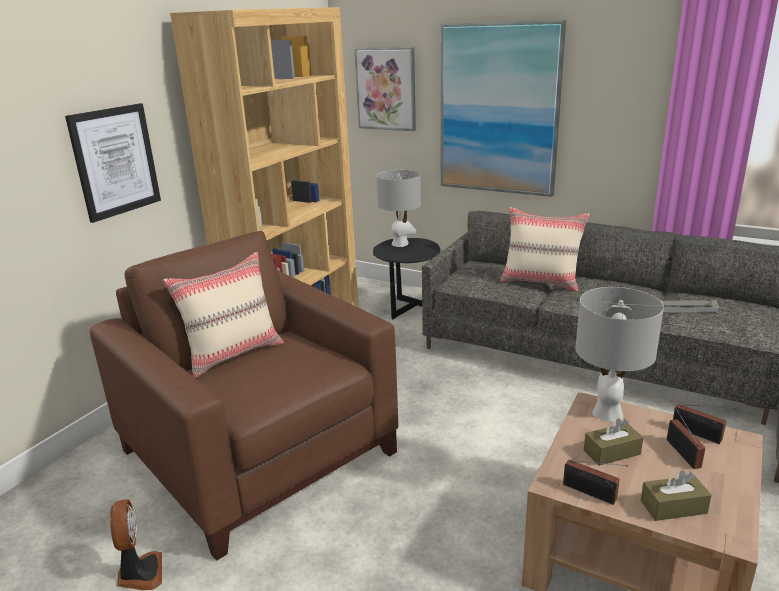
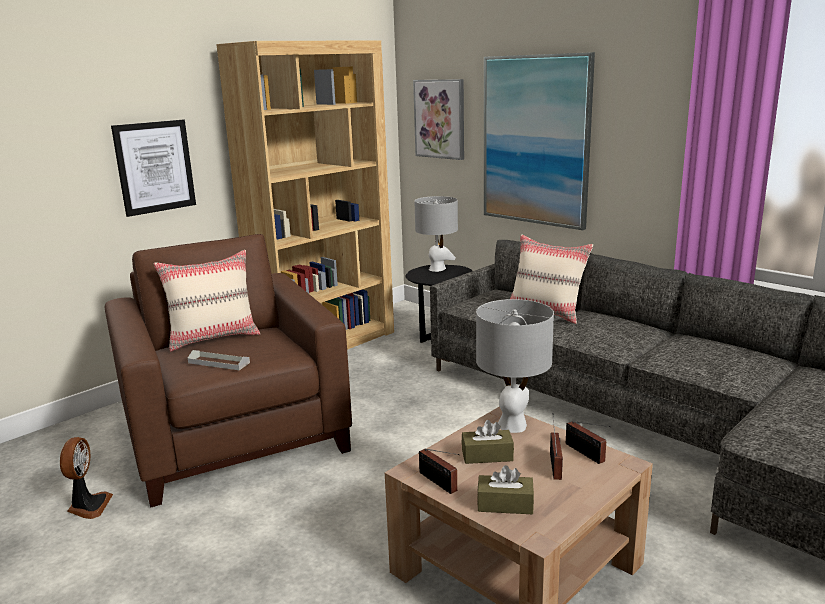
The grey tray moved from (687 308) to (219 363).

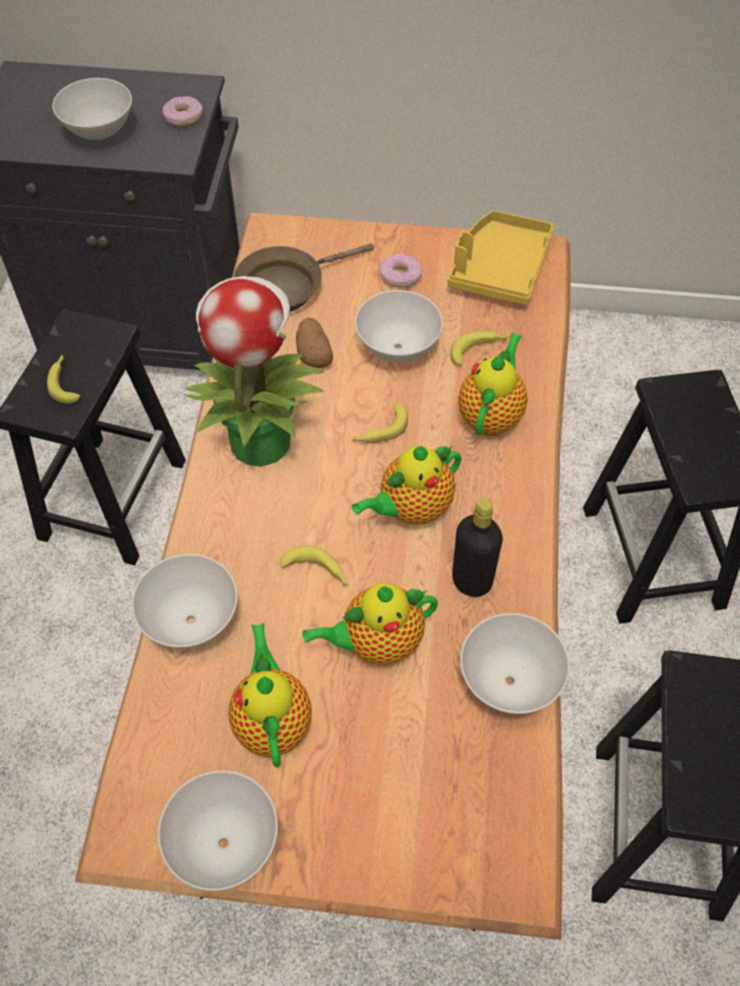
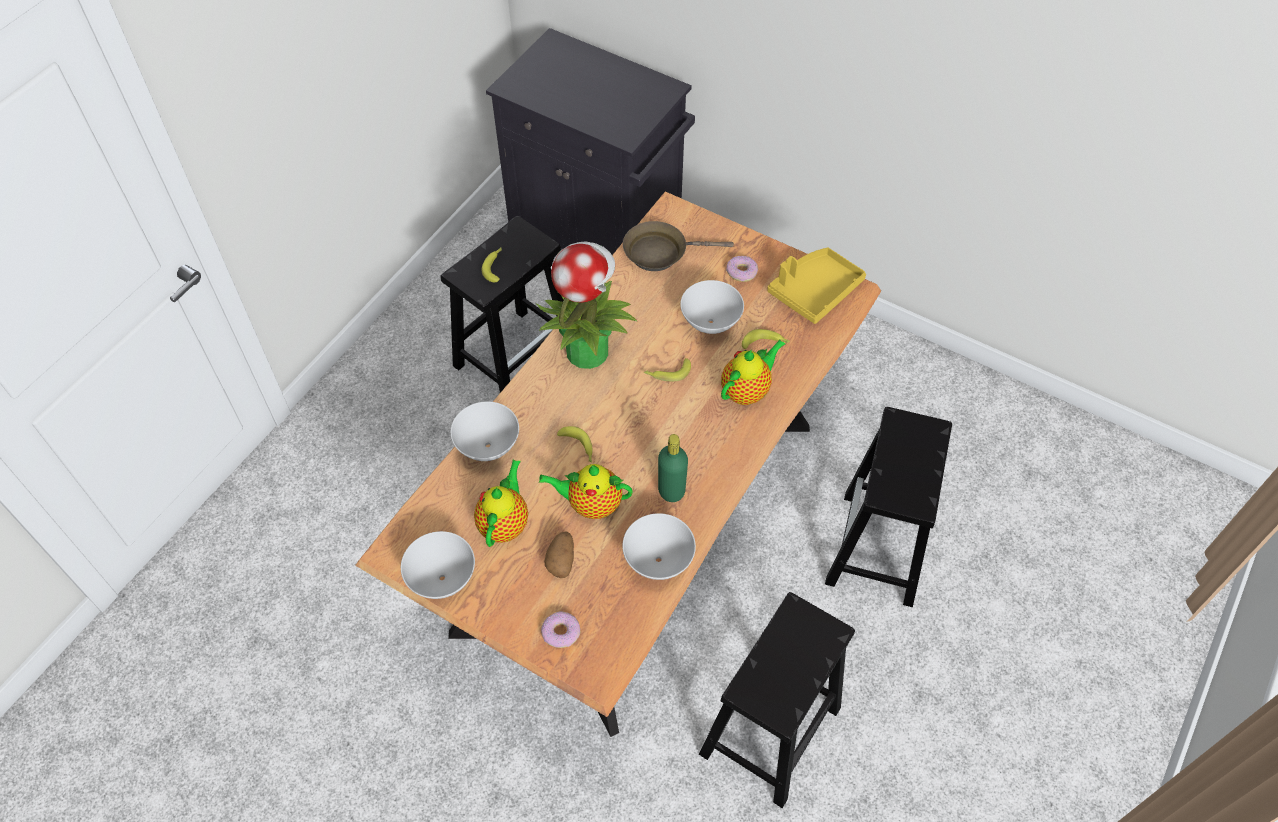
The white bowl at (99 133) disappeared.
The donut moved from (183 116) to (561 632).
The potato moved from (313 353) to (561 560).
The teapot at (411 509) disappeared.
The black bottle at (472 581) became the green bottle at (671 491).

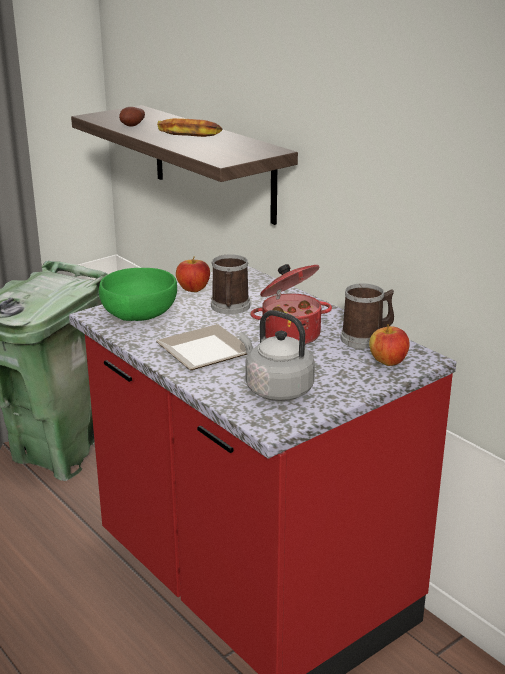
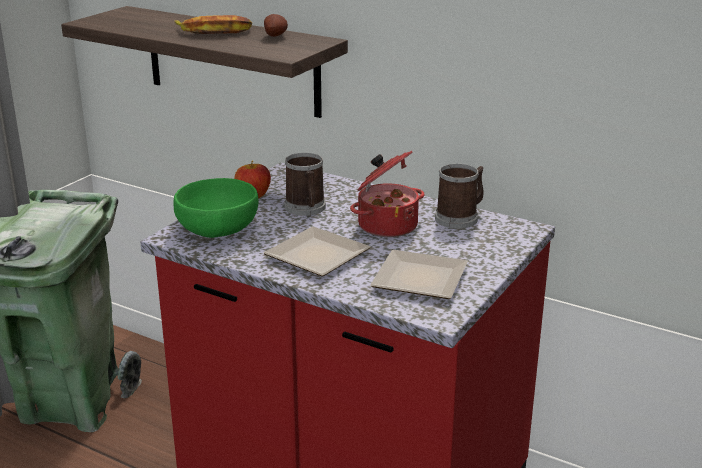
The potato moved from (133 126) to (276 36).
The grey kettle at (276 389) was replaced by the plate at (416 280).
The apple at (388 362) disappeared.

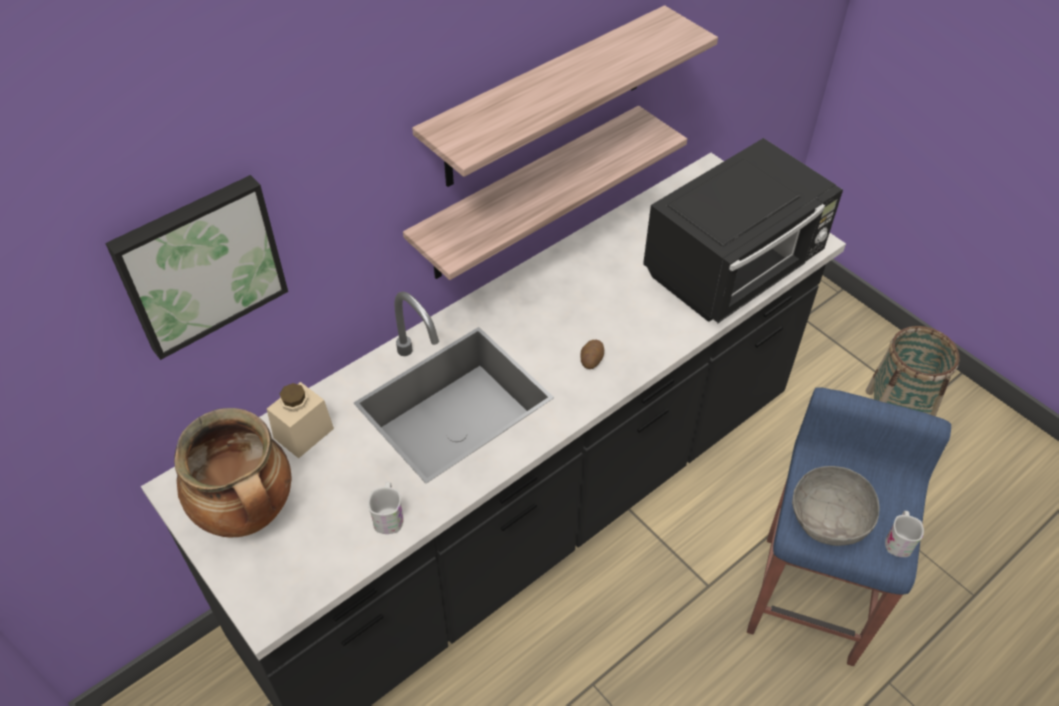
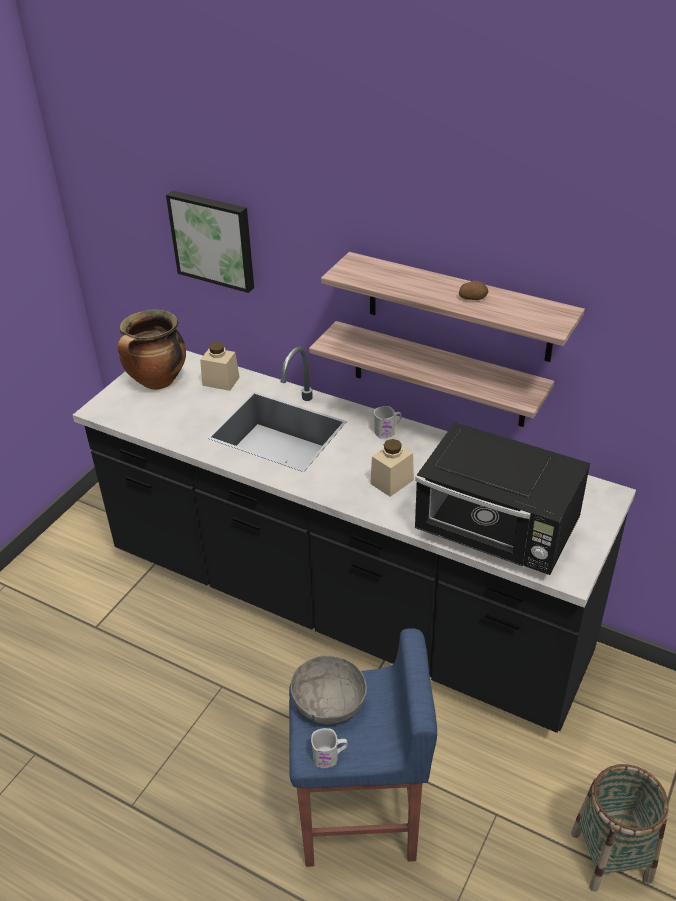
The white mug moved from (389 516) to (387 431).
The potato moved from (591 360) to (472 298).
The beige jar at (392 482) appeared.

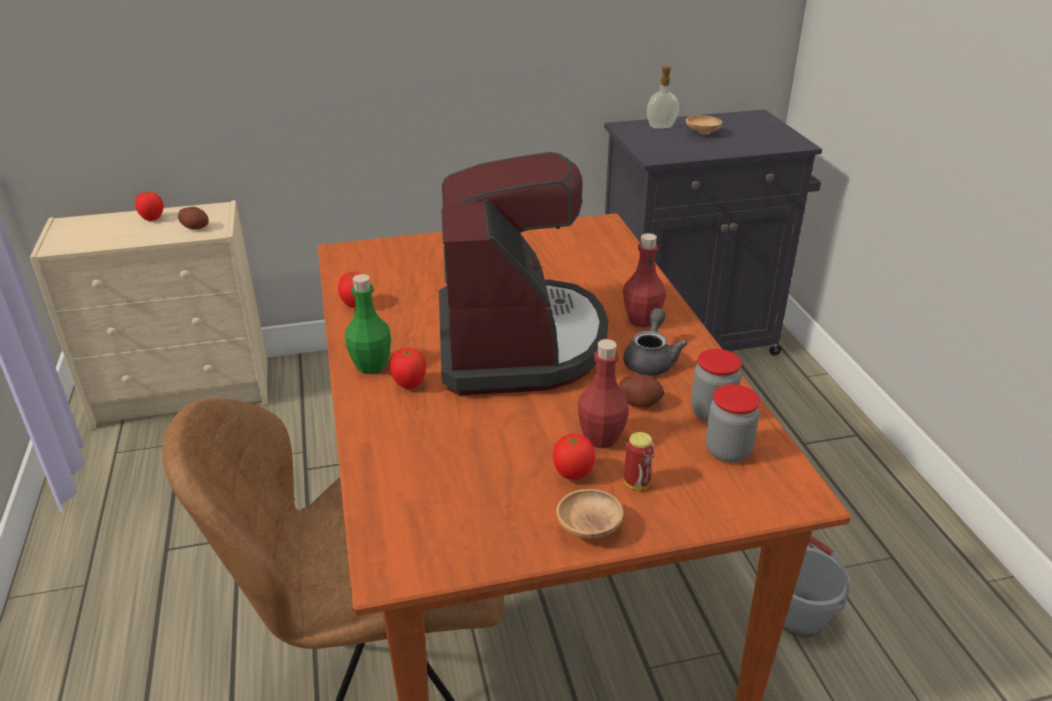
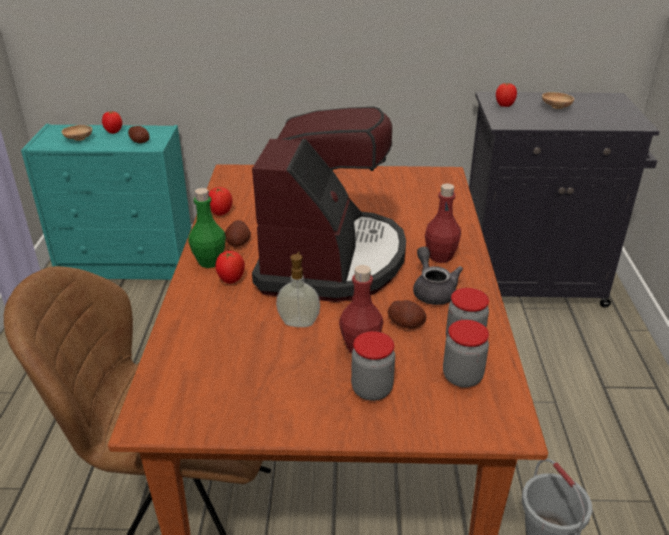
The beige dresser at (186 393) became the turquoise dresser at (129 266).
The tomato moved from (572 474) to (504 106).
The brown bowl moved from (588 527) to (79 139).
The grey teapot at (651 360) turned 45 degrees counterclockwise.
The can at (636 483) was replaced by the jar at (372 389).
The soap dispenser moved from (661 126) to (299 322).
The potato at (238 242) appeared.

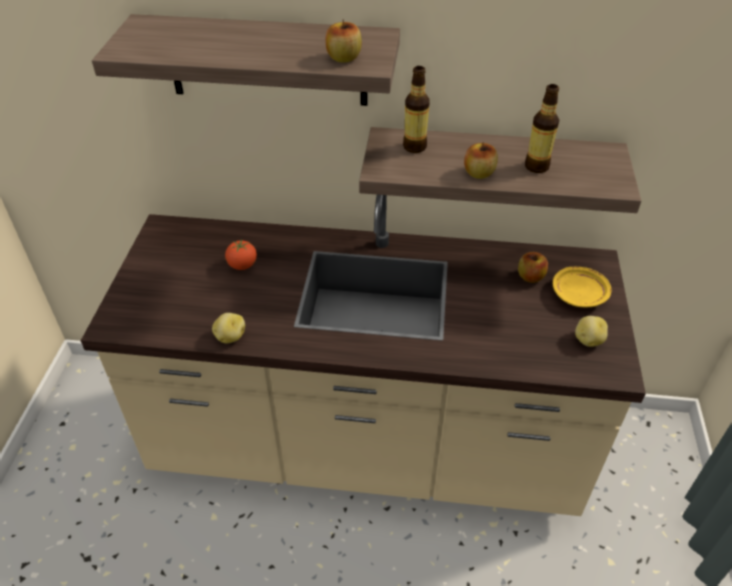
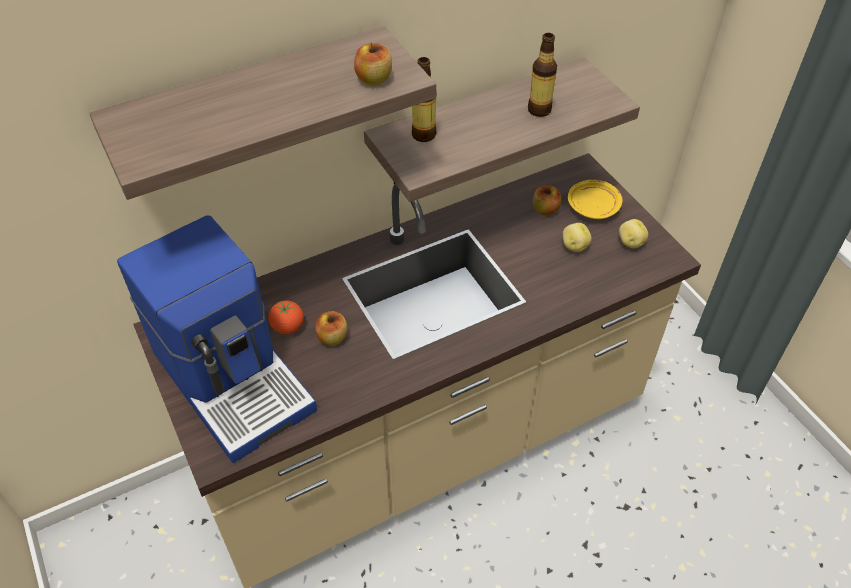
The potato moved from (230 337) to (574 246).
The apple moved from (479 173) to (332 337).
The coffee machine at (234 378) appeared.

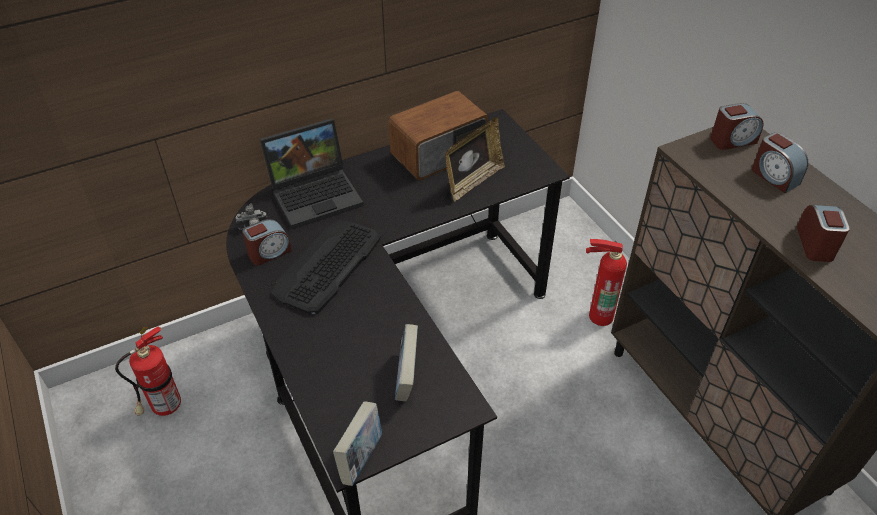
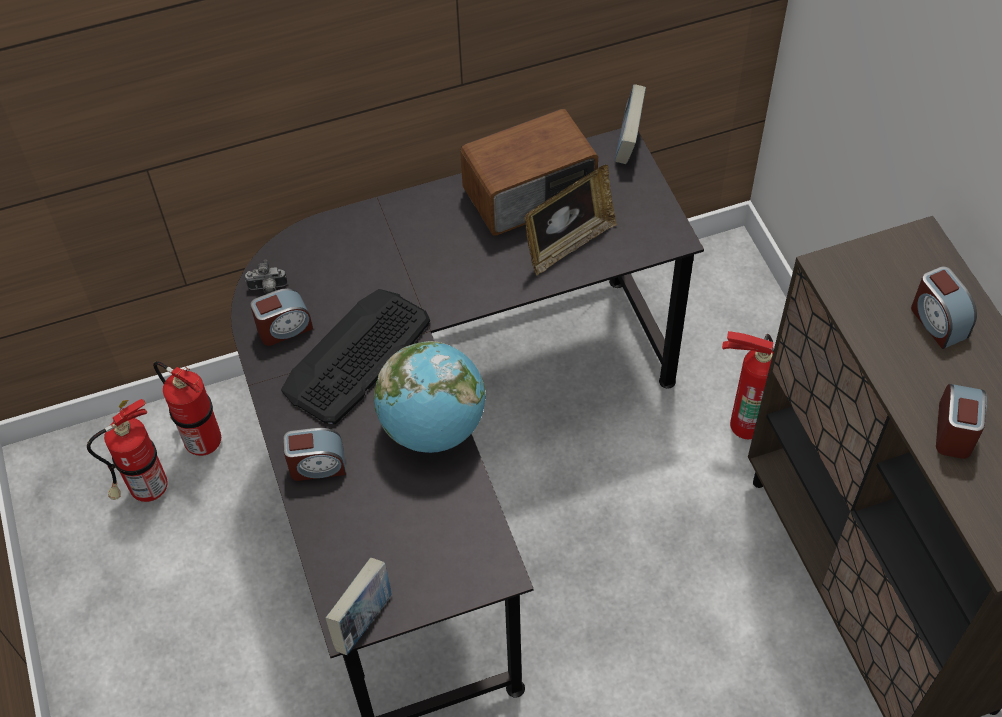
The laptop at (317 194) disappeared.
The book moved from (407 378) to (628 143).
The alarm clock moved from (732 140) to (317 465).
The fire extinguisher at (200 441) appeared.
The globe at (433 427) appeared.

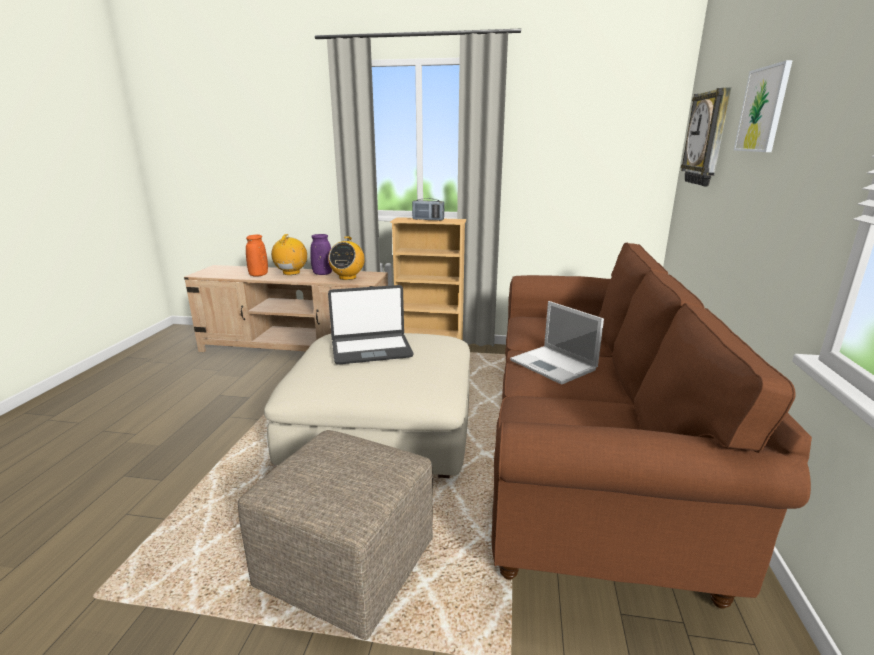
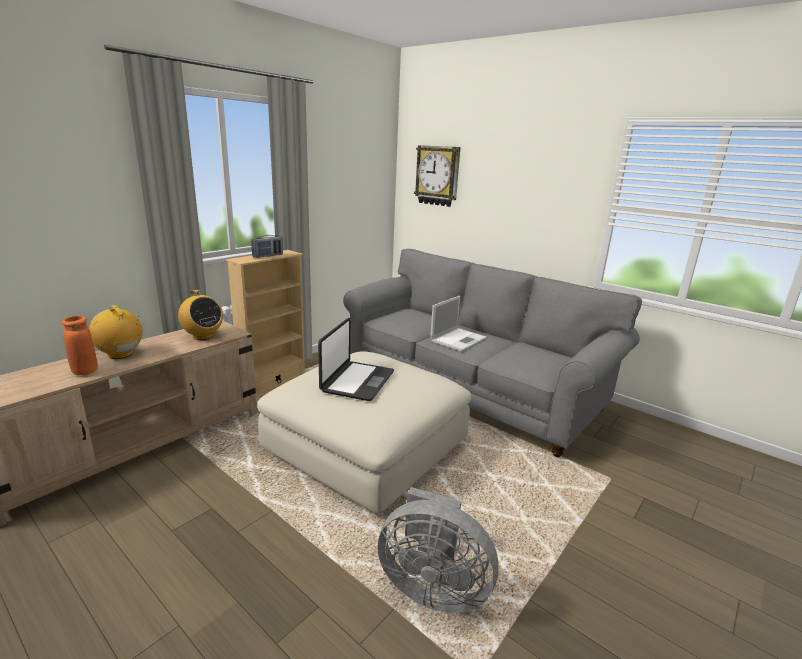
The beige ottoman at (345 567) disappeared.
The purple vase at (322 273) disappeared.
The brown sofa at (583 452) became the grey sofa at (471 390).
The laptop at (554 365) turned 45 degrees counterclockwise.
The picture at (762 109) disappeared.
The grey fan at (432 587) appeared.

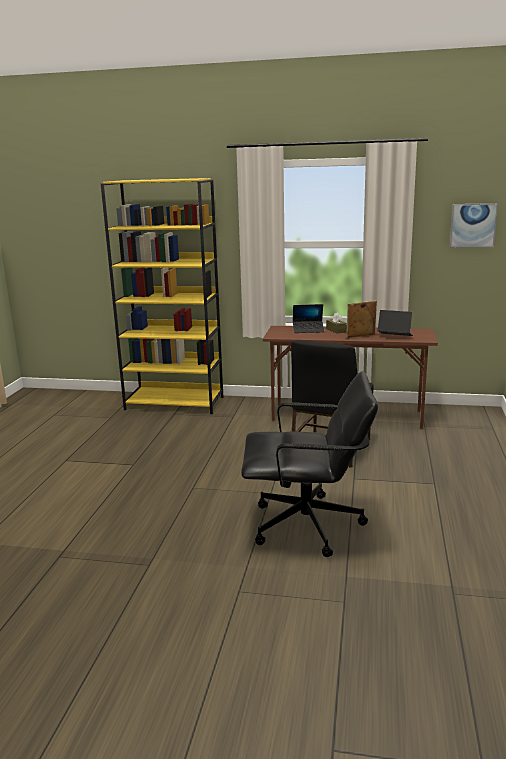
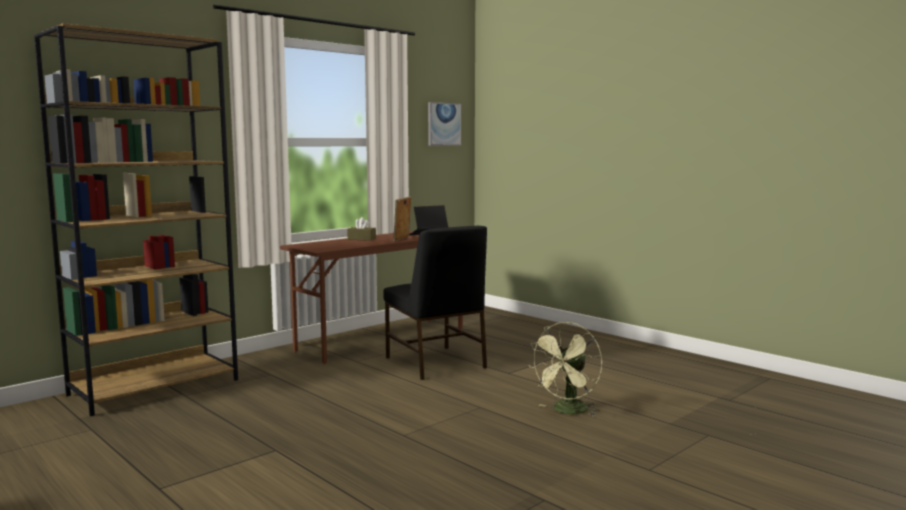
The yellow bookcase at (175 403) became the brown bookcase at (155 387).
The black office chair at (308 526) was replaced by the green fan at (567 411).
The laptop at (308 330) disappeared.

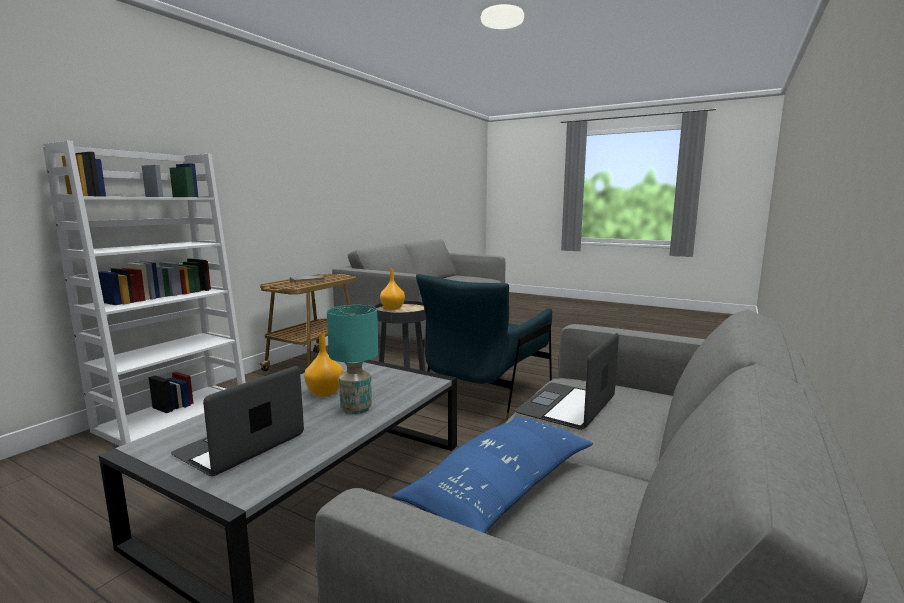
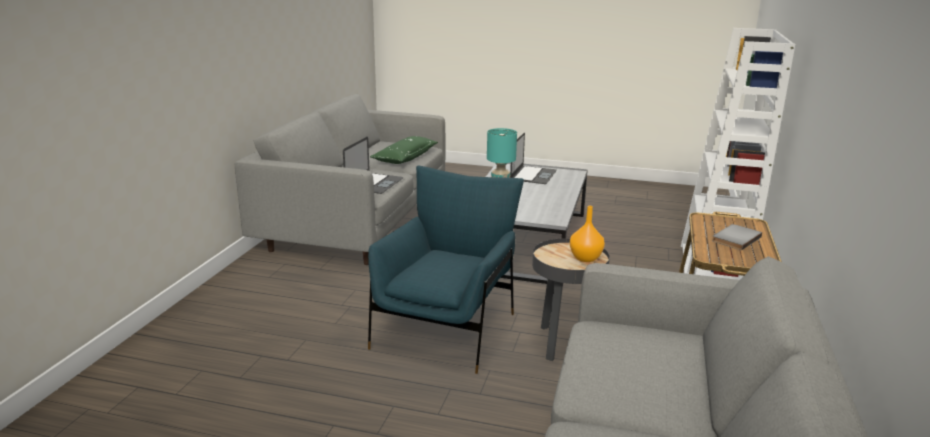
The orange vase at (325 392) disappeared.
The blue pillow at (501 489) became the green pillow at (405 158).

